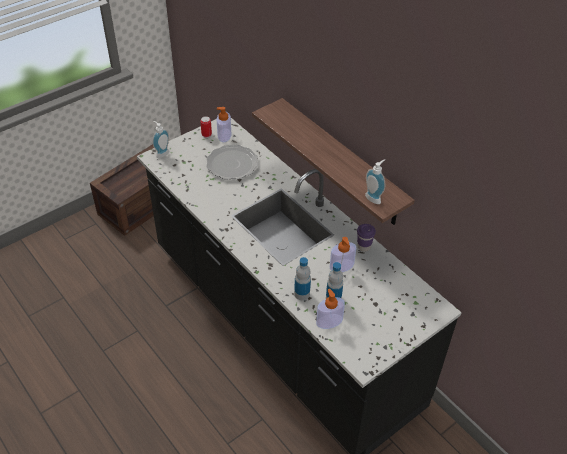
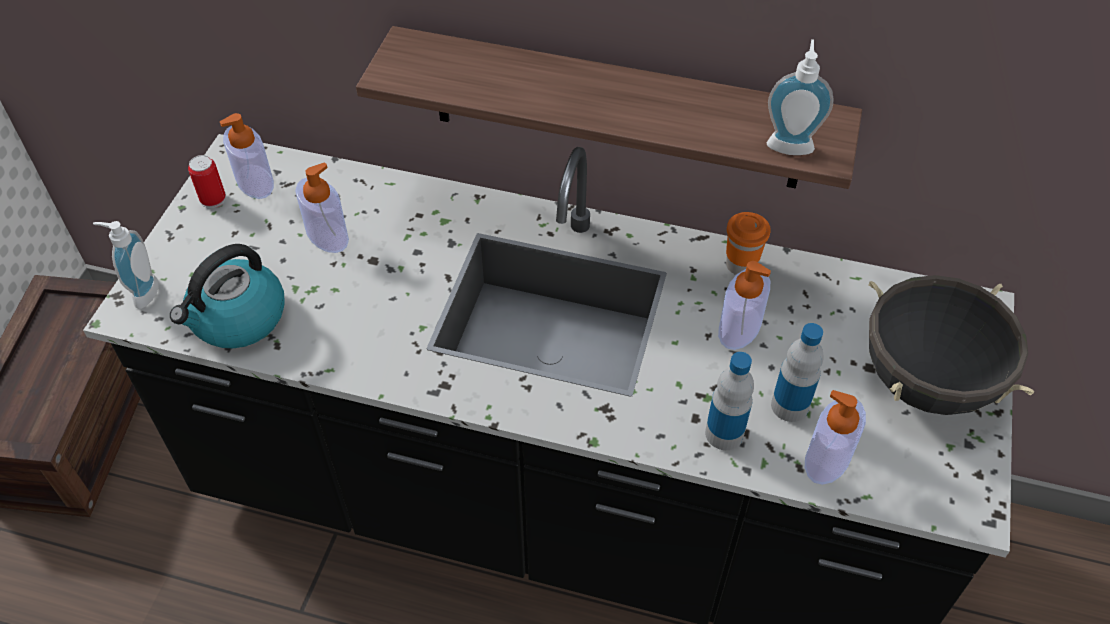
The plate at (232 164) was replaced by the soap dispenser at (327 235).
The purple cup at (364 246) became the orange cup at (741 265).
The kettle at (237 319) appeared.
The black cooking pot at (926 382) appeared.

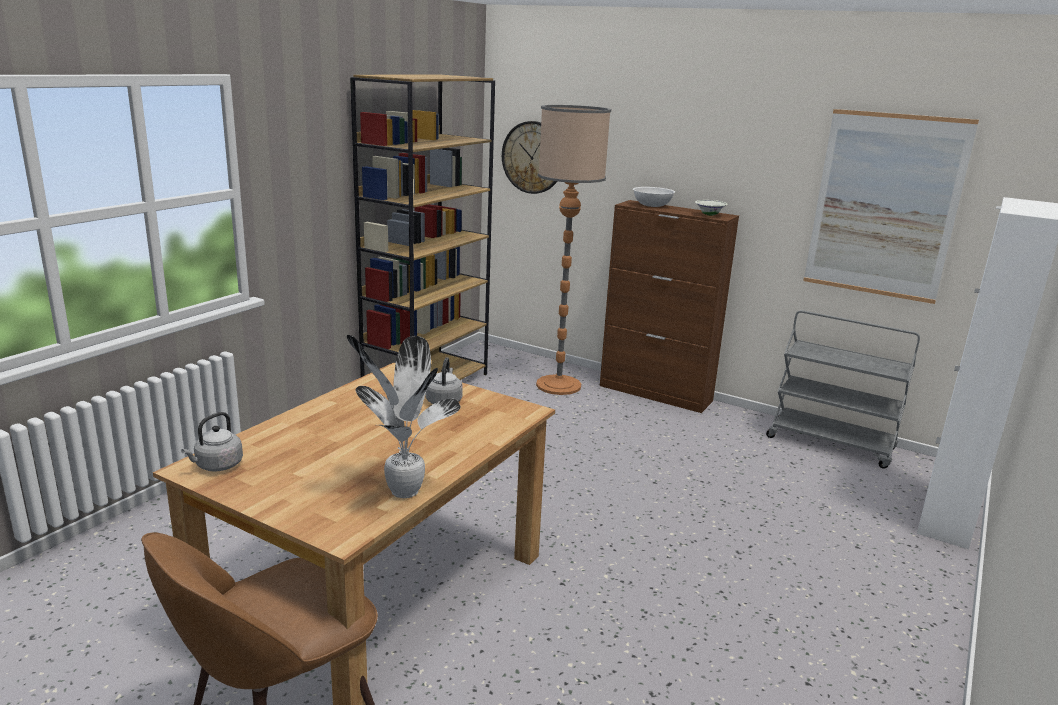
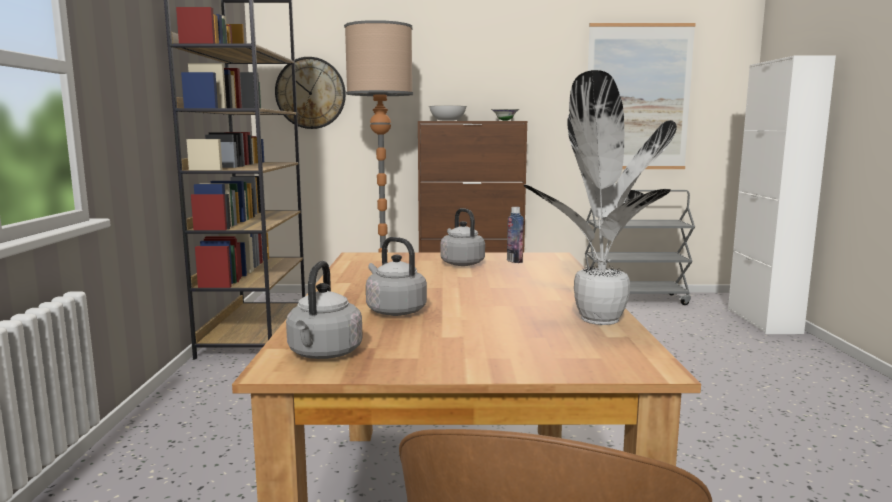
The grey kettle at (394 311) appeared.
The bottle at (514 261) appeared.

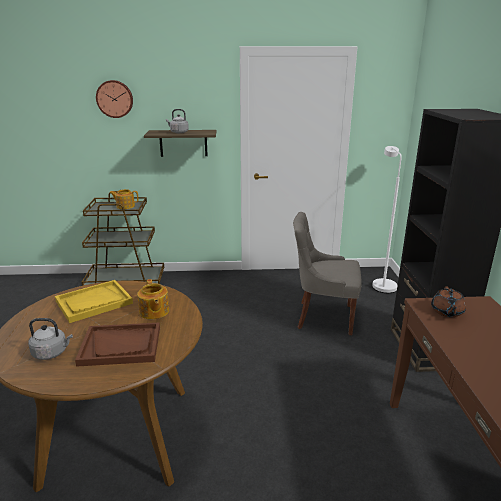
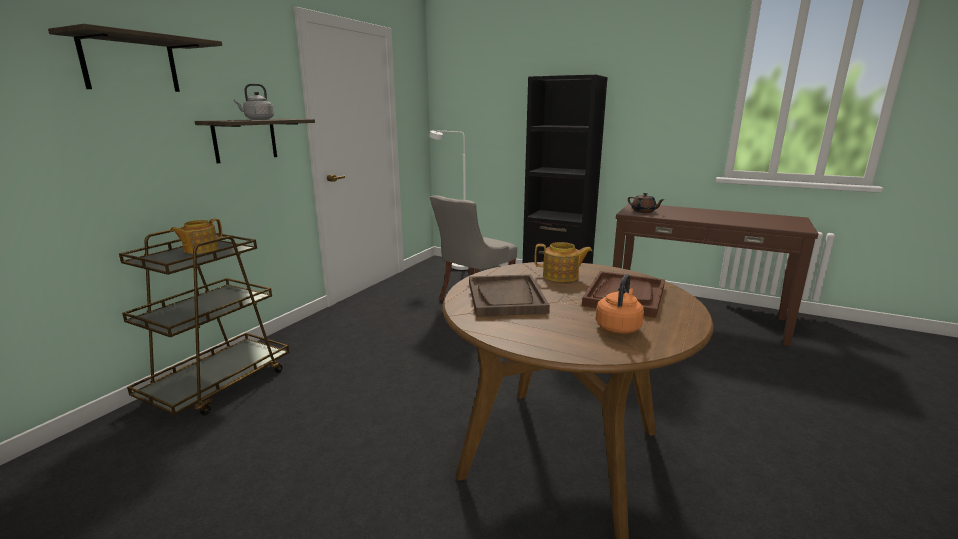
The grey kettle at (52 353) became the orange kettle at (618 327).
The yellow tray at (94 302) became the brown tray at (506 297).
The wall clock at (115 99) was replaced by the shelf at (130 64).

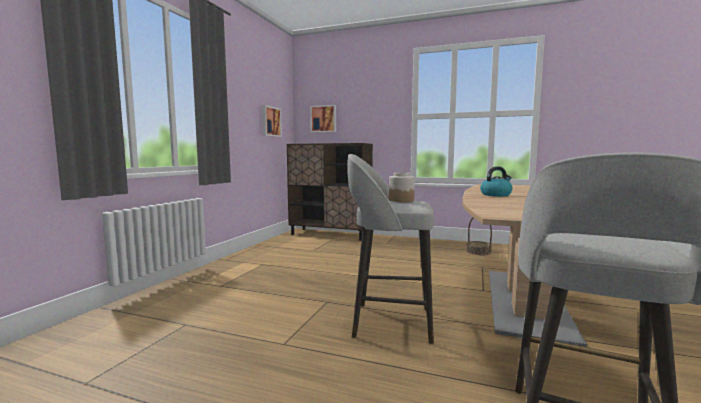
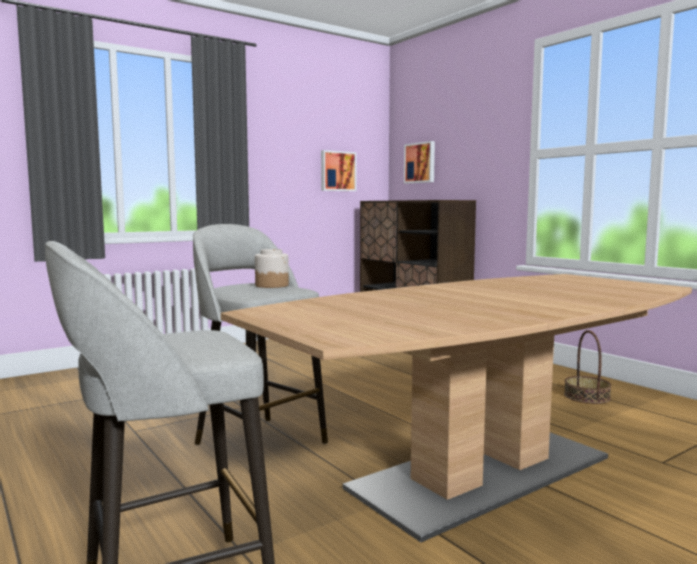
The kettle at (496 195) disappeared.

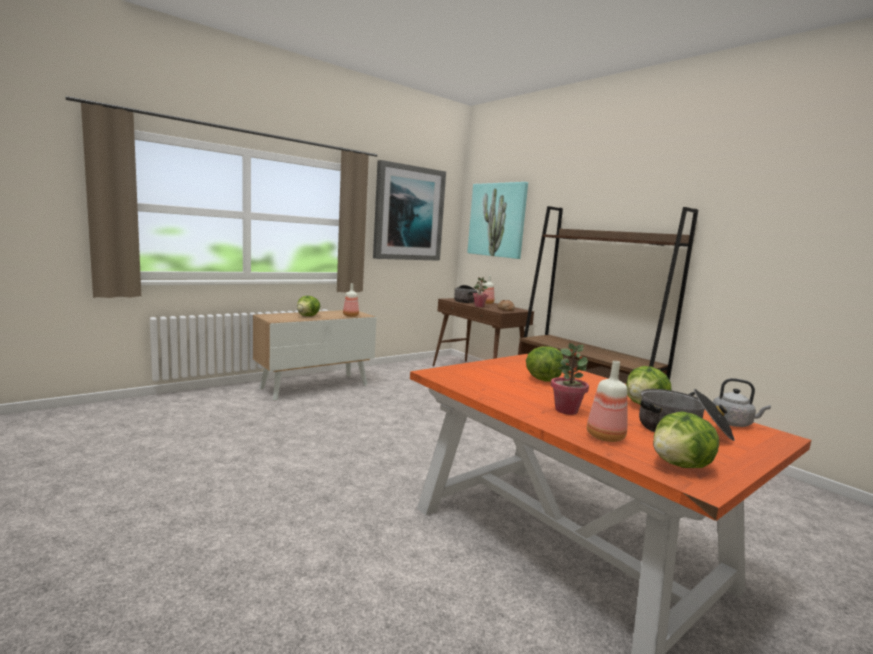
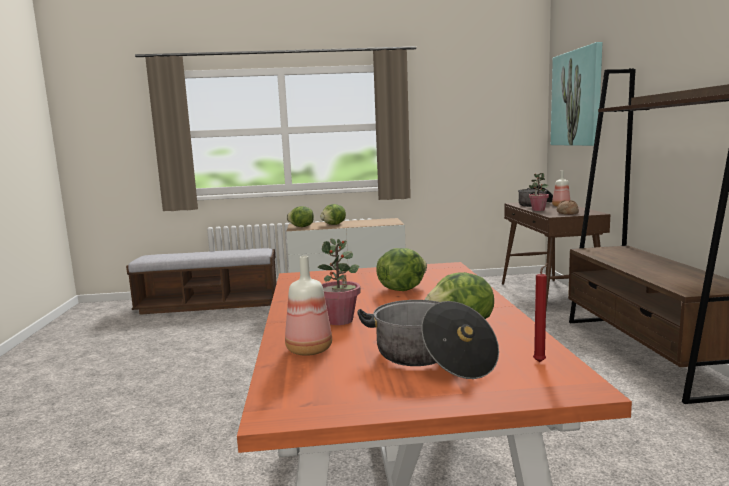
The bottle at (351 315) disappeared.
The picture at (408 213) disappeared.
The lettuce moved from (681 465) to (301 227).
The grey kettle at (733 423) was replaced by the red candle at (540 361).
The bench at (209 305) appeared.

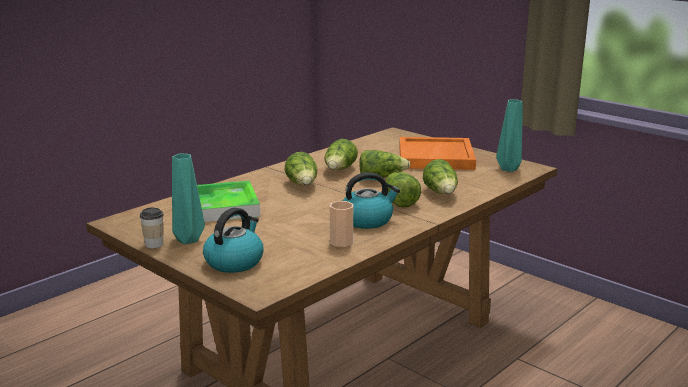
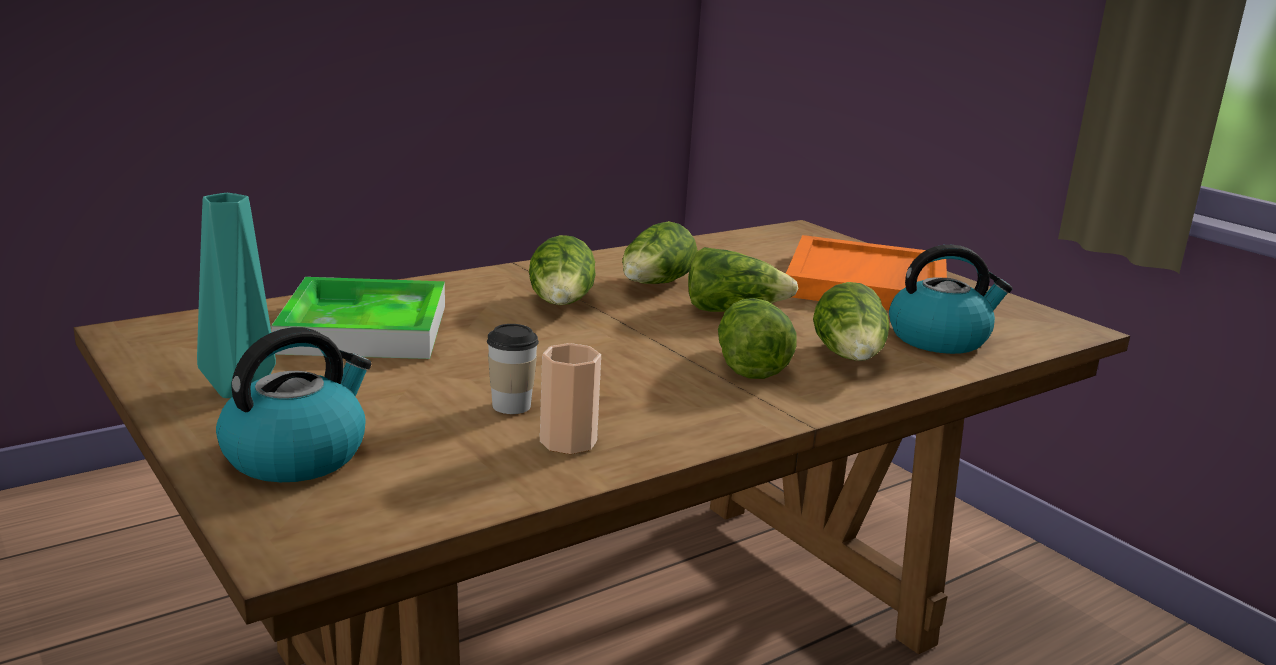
The cup moved from (154 244) to (511 406).
The kettle moved from (367 220) to (939 339).
The turquoise vase at (510 169) disappeared.

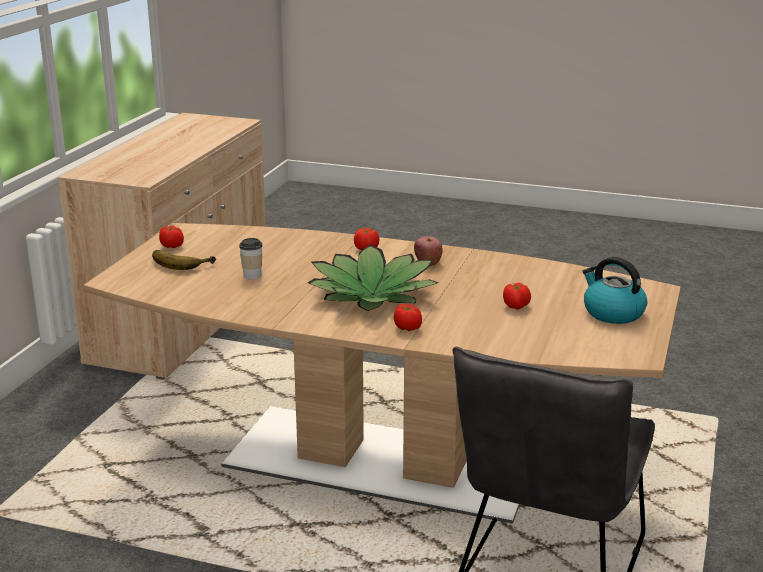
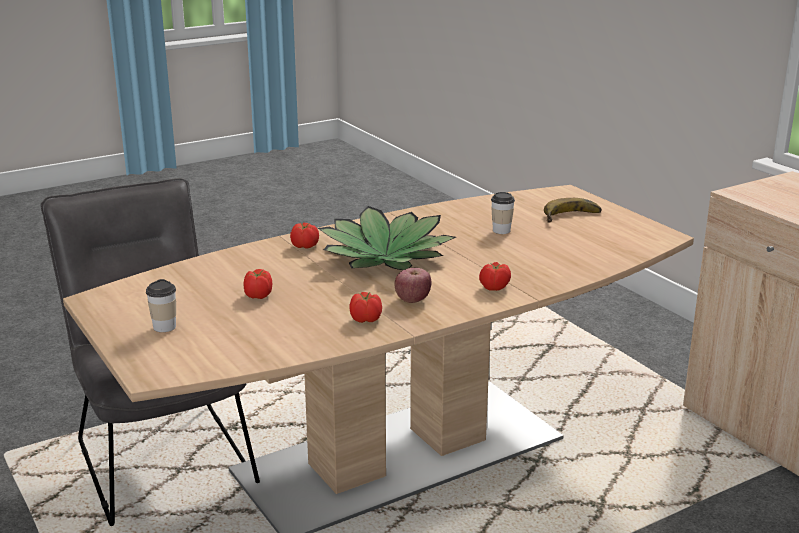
The tomato moved from (172 246) to (366 320).
The kettle at (612 313) was replaced by the cup at (164 327).

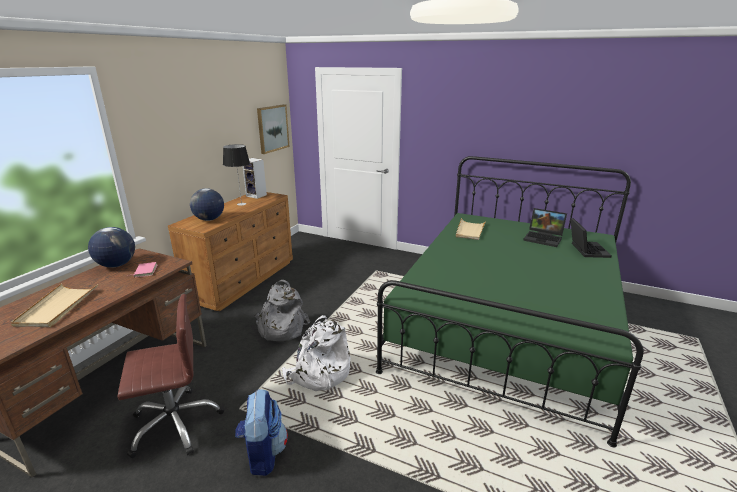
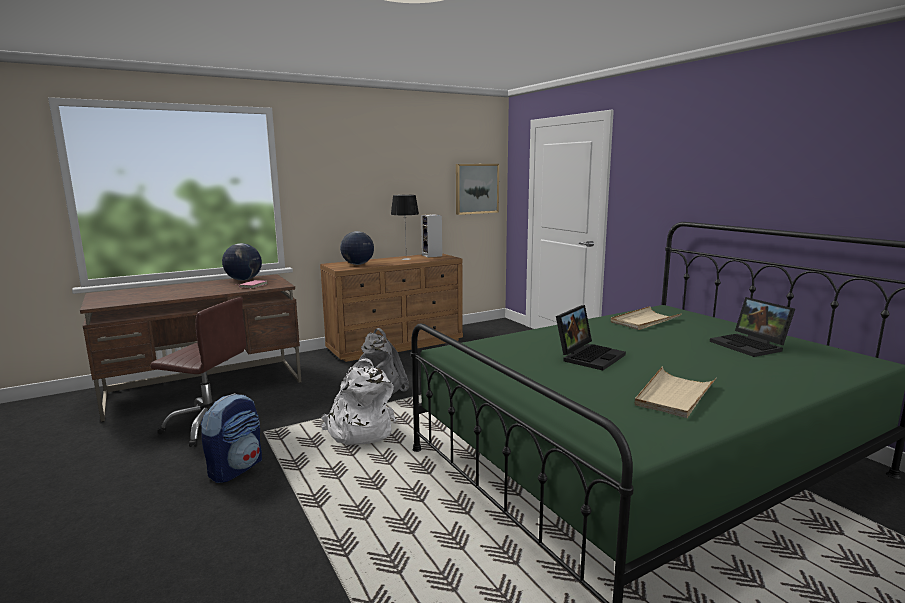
The beige tray moved from (57 307) to (674 395).
The laptop moved from (585 249) to (589 356).

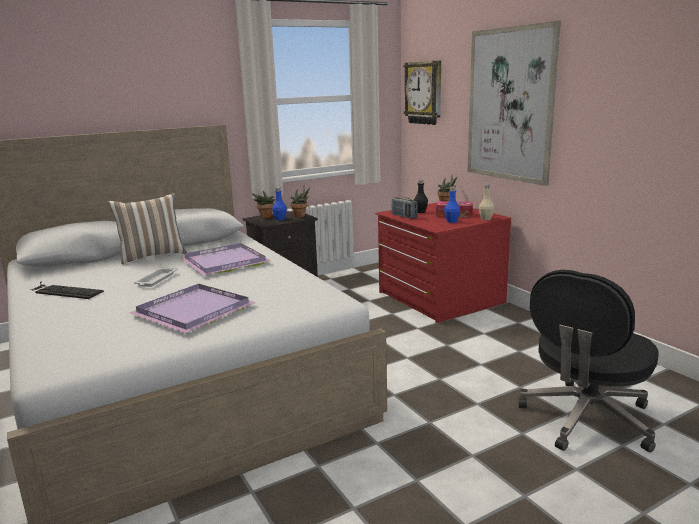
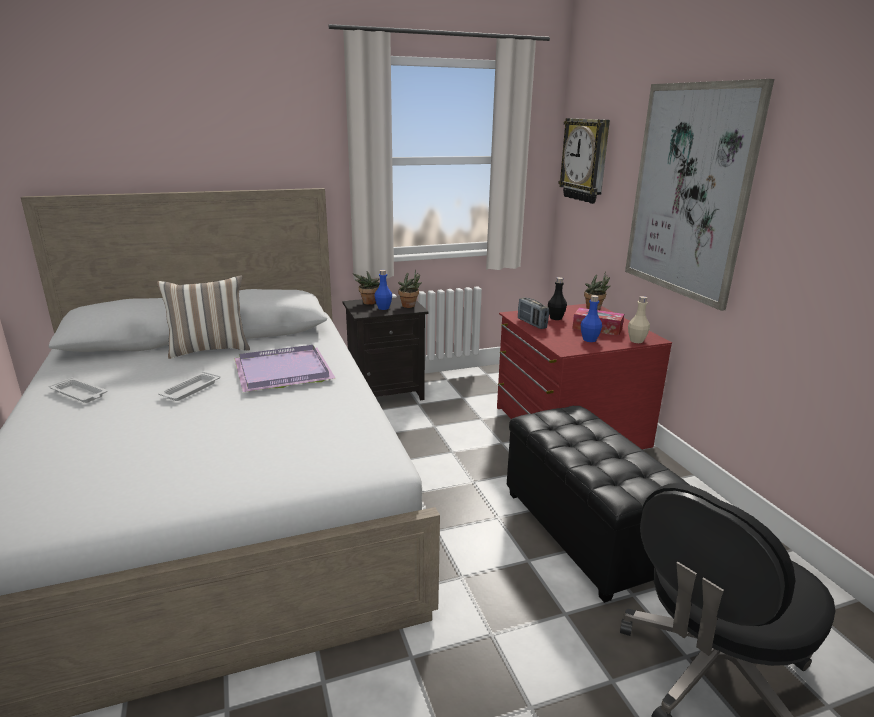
The keyboard at (63 291) was replaced by the white tray at (80 394).
The purple tray at (191 311) disappeared.
The black ottoman at (586 533) appeared.

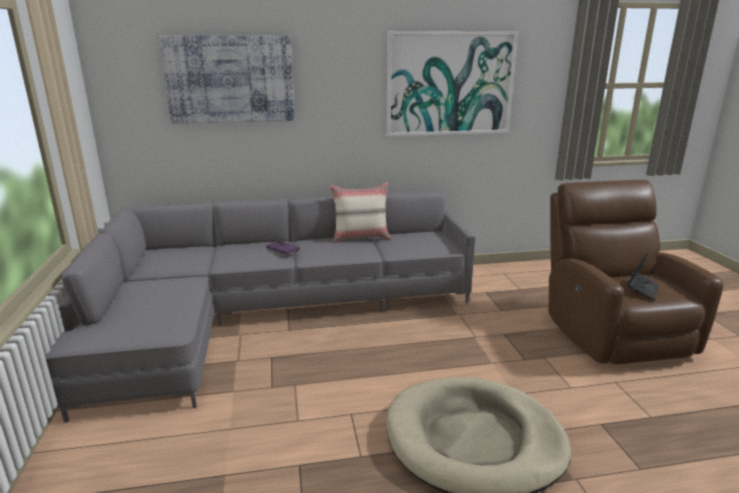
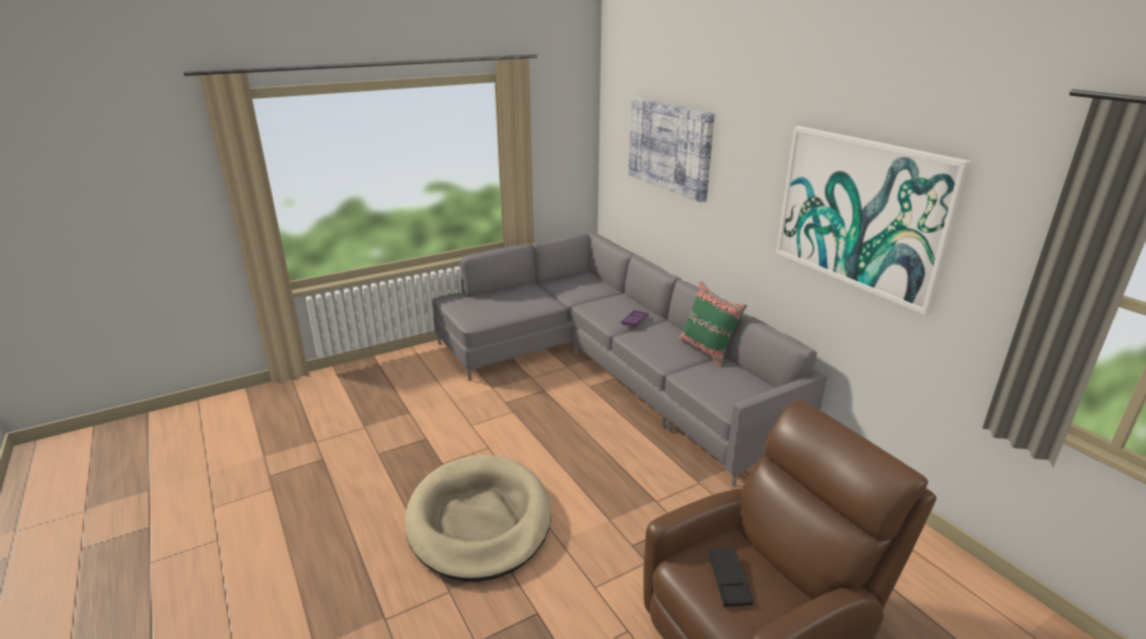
The beige pillow at (361 237) became the green pillow at (707 350).
The laptop at (642 289) was replaced by the black tray at (728 580).

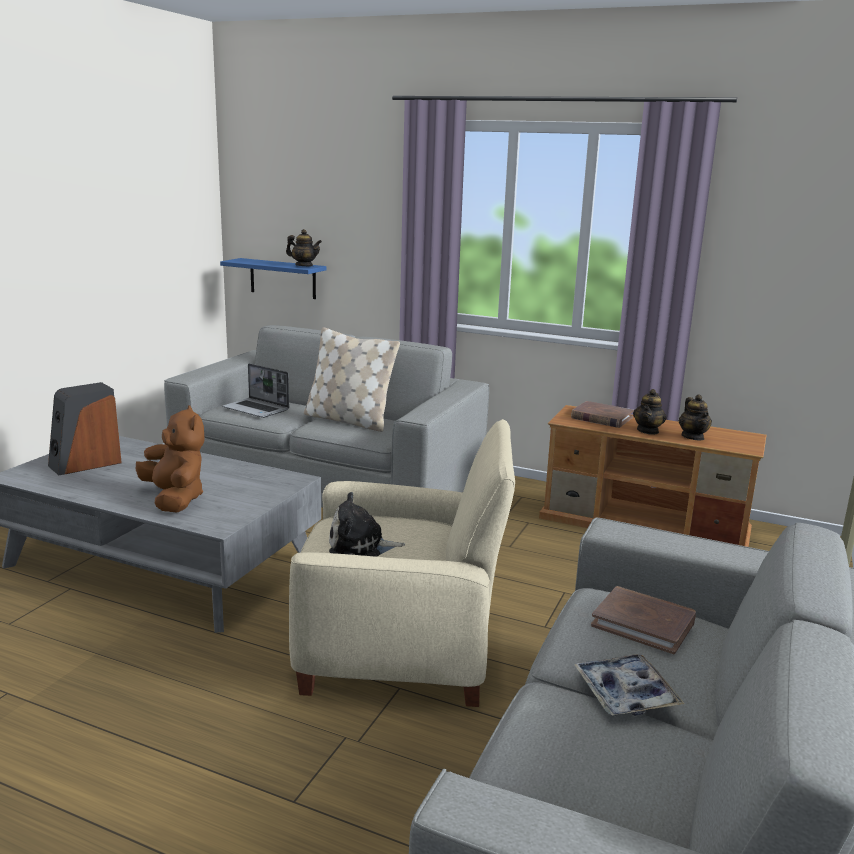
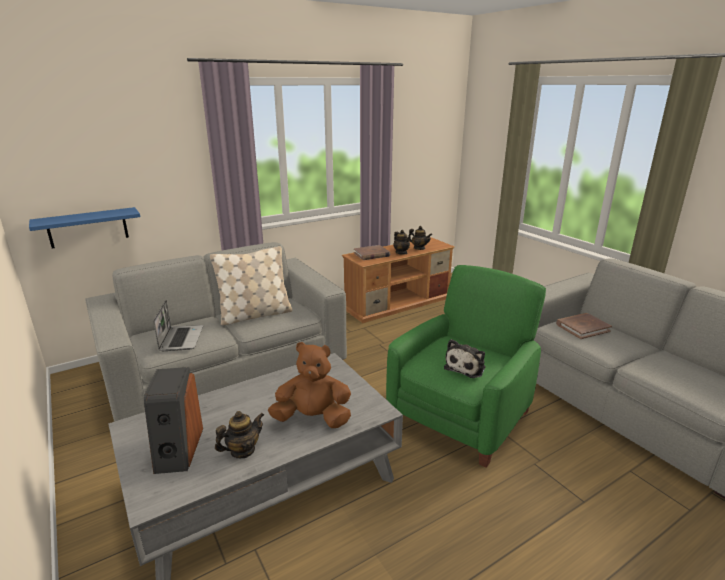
The laptop at (257 409) turned 75 degrees counterclockwise.
The teapot moved from (304 266) to (242 451).
The beige armchair at (401 648) became the green armchair at (461 415).
The tray at (625 693) disappeared.

